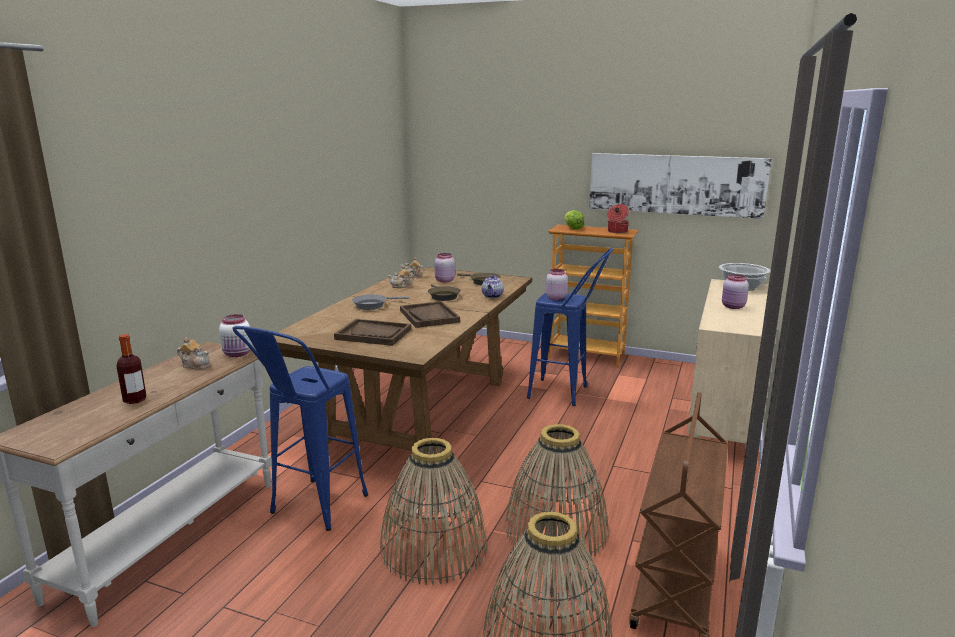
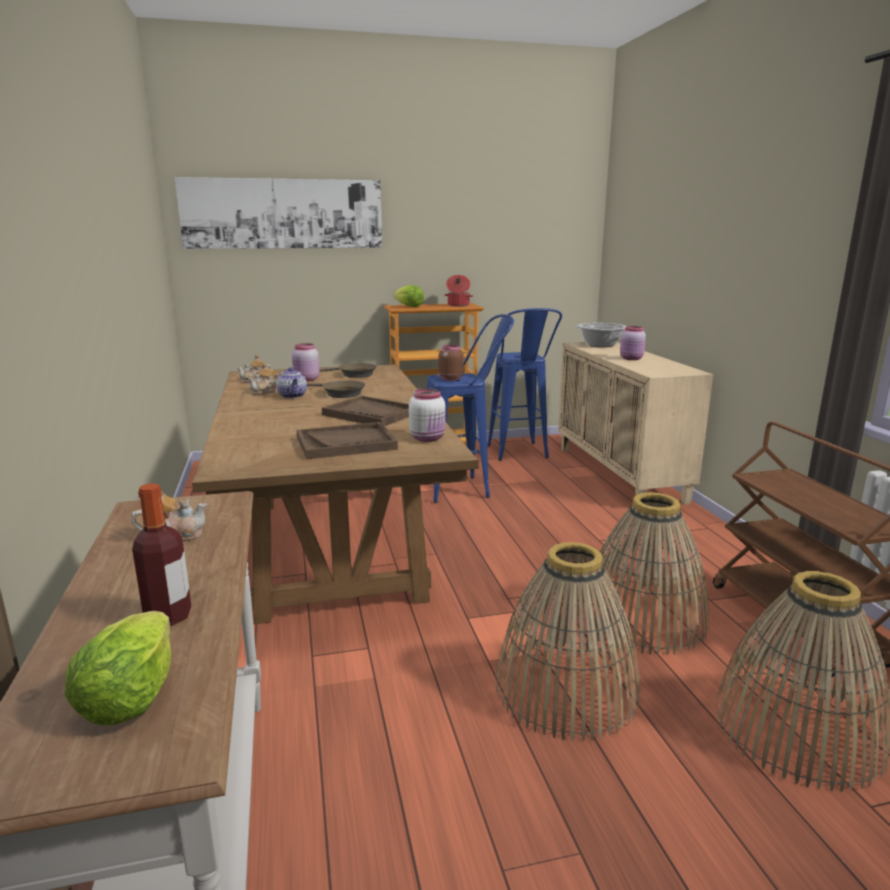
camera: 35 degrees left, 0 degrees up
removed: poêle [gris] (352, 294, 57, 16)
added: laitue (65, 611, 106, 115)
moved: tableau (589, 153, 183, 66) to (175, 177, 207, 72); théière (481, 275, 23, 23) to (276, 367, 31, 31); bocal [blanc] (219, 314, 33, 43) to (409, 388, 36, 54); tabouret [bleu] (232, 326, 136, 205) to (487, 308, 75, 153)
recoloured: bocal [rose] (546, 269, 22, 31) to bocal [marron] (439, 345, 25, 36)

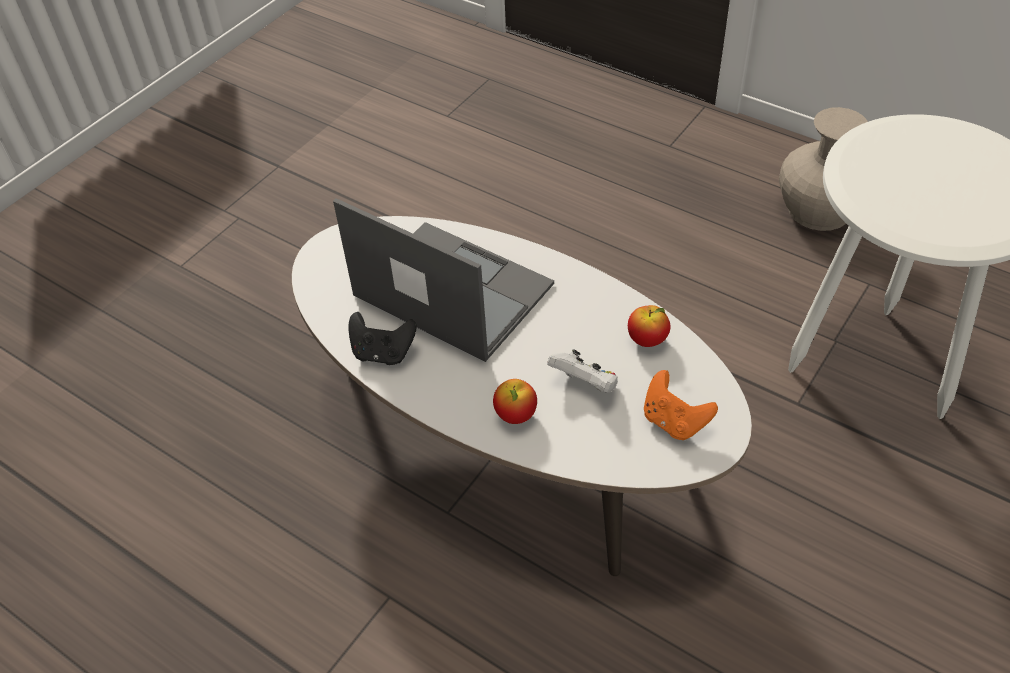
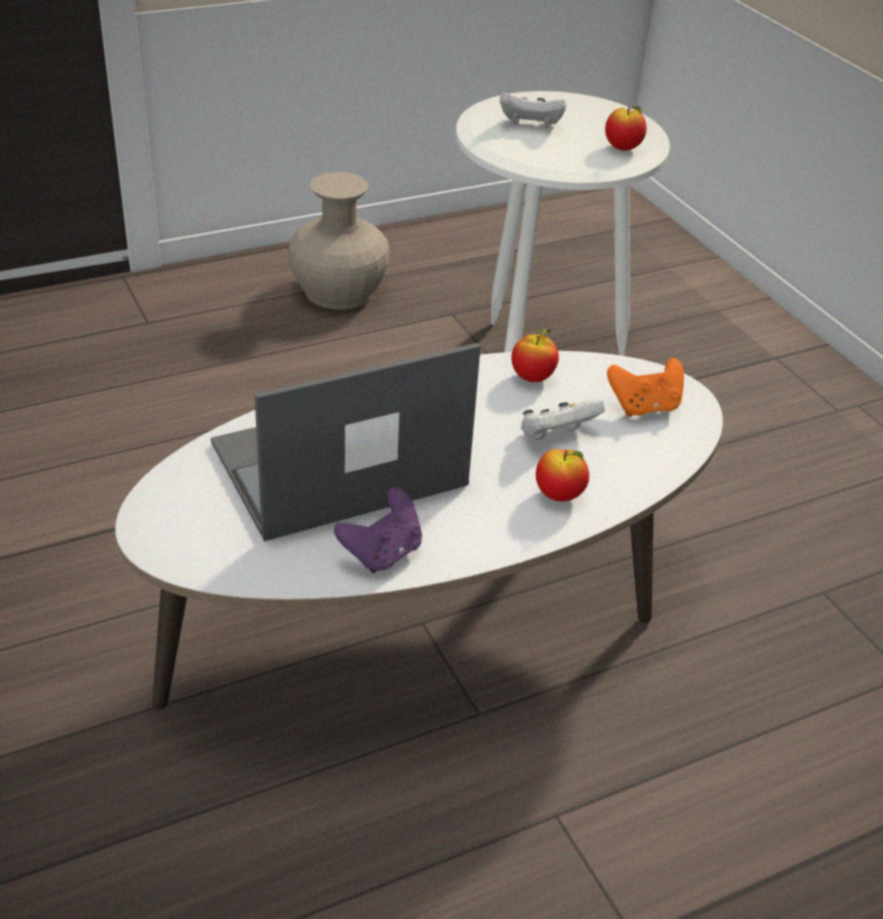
camera: 65 degrees left, 10 degrees down
added: manette [blanc] (500, 93, 66, 34); pomme (605, 106, 42, 44)
recoloured: manette [noir] (348, 312, 69, 53) to manette [violet] (334, 487, 88, 86)

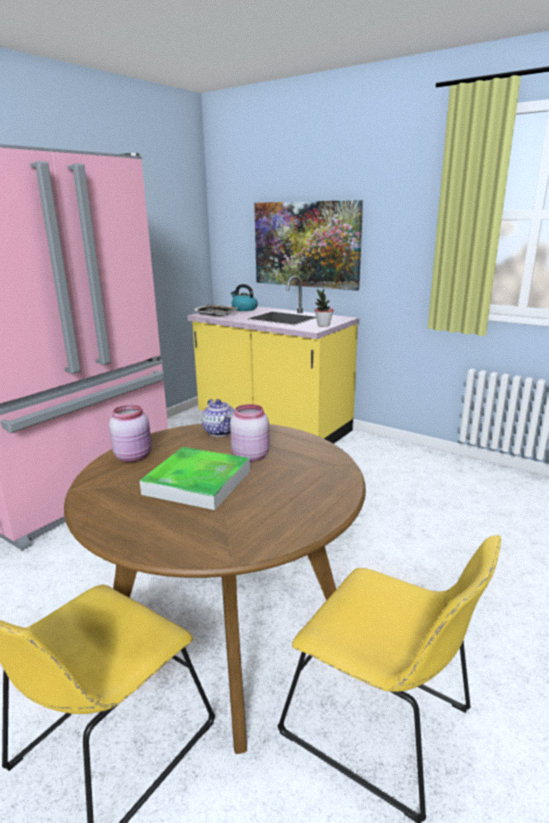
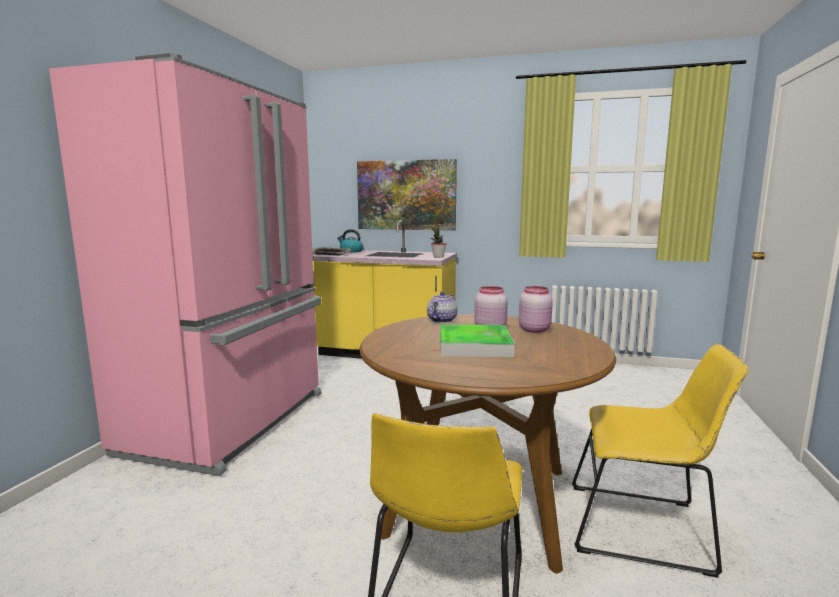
camera: 20 degrees left, 10 degrees down
moved: bocal [rose] (109, 405, 43, 57) to (519, 286, 34, 47)
turned: théière (201, 399, 34, 38) = (427, 291, 30, 32) 105 degrees counterclockwise

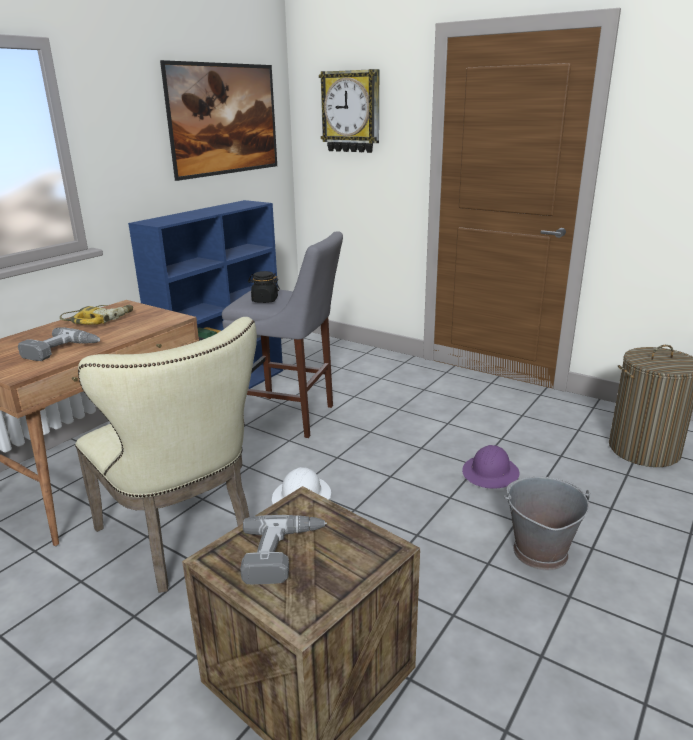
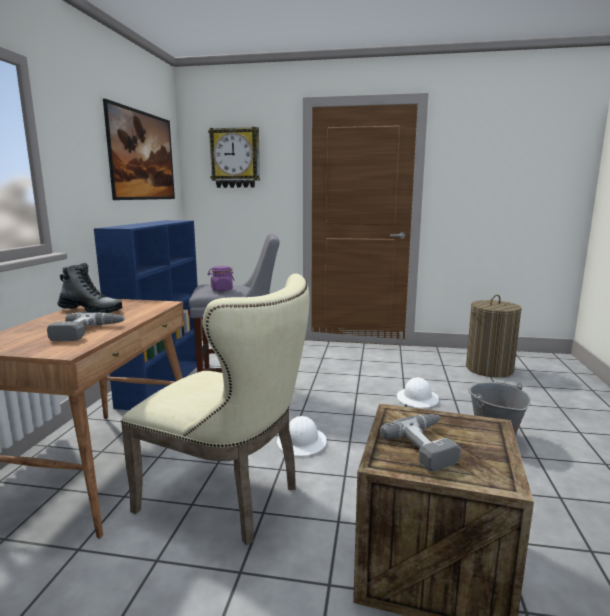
camera: 25 degrees left, 10 degrees down
replaced: perceuse (60, 305, 73, 20) to botte (58, 263, 65, 50)
recoloured: bocal [noir] (248, 271, 32, 32) to bocal [violet] (208, 266, 26, 25); casque de chantier [violet] (462, 445, 58, 44) to casque de chantier [blanc] (397, 377, 42, 31)

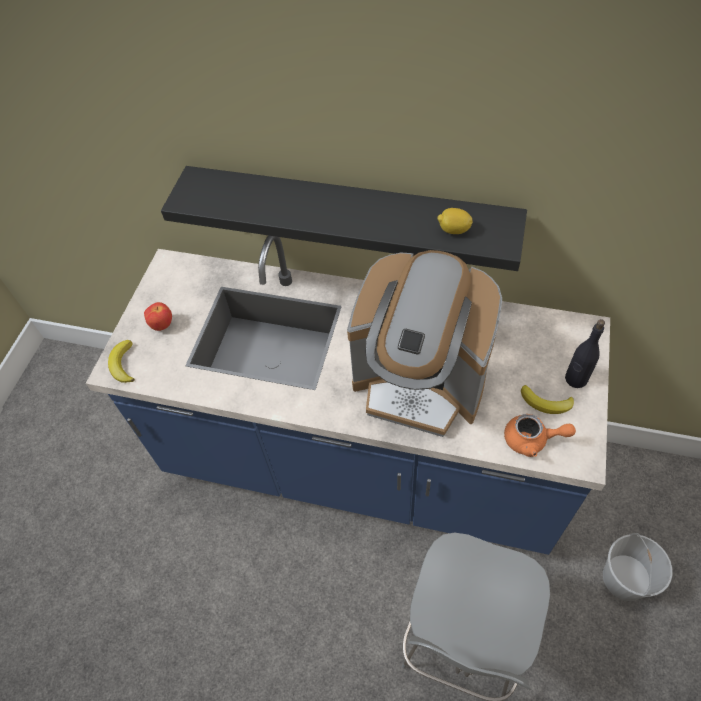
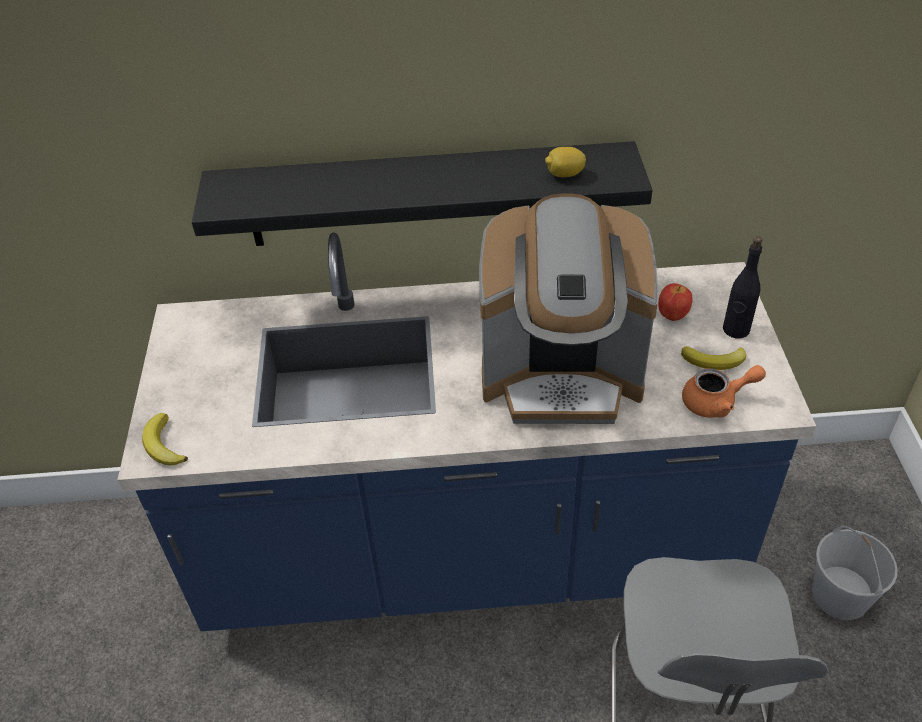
camera: 20 degrees left, 10 degrees down
moved: pomme (144, 302, 28, 29) to (658, 283, 35, 38)

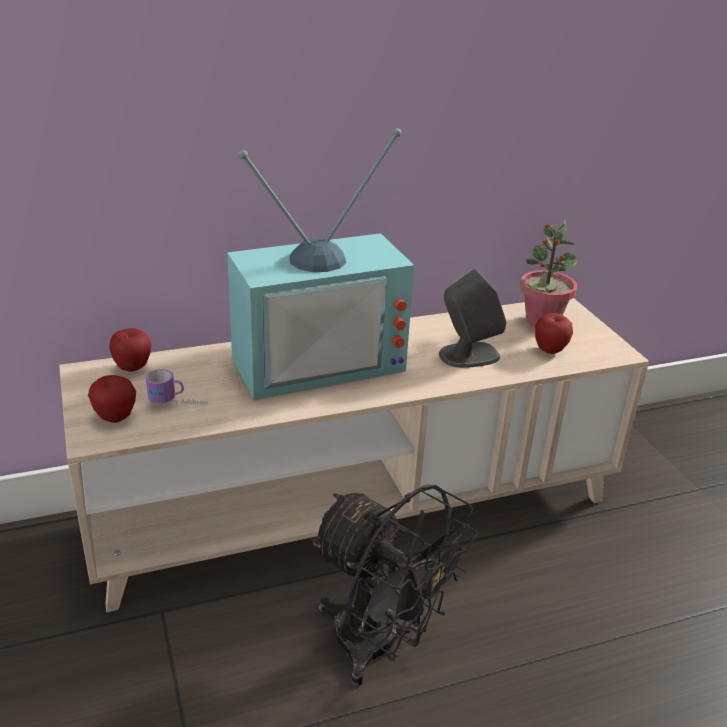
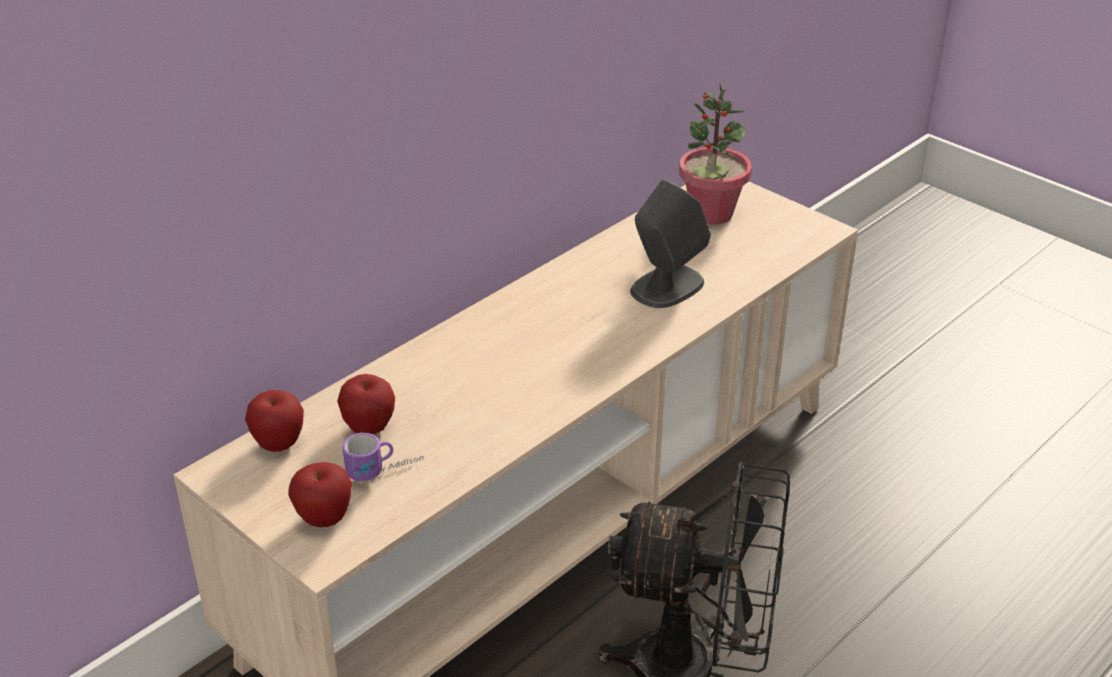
camera: 25 degrees left, 5 degrees up
removed: téléviseur (227, 128, 187, 272)
moved: pomme (535, 313, 38, 41) to (337, 374, 58, 60)

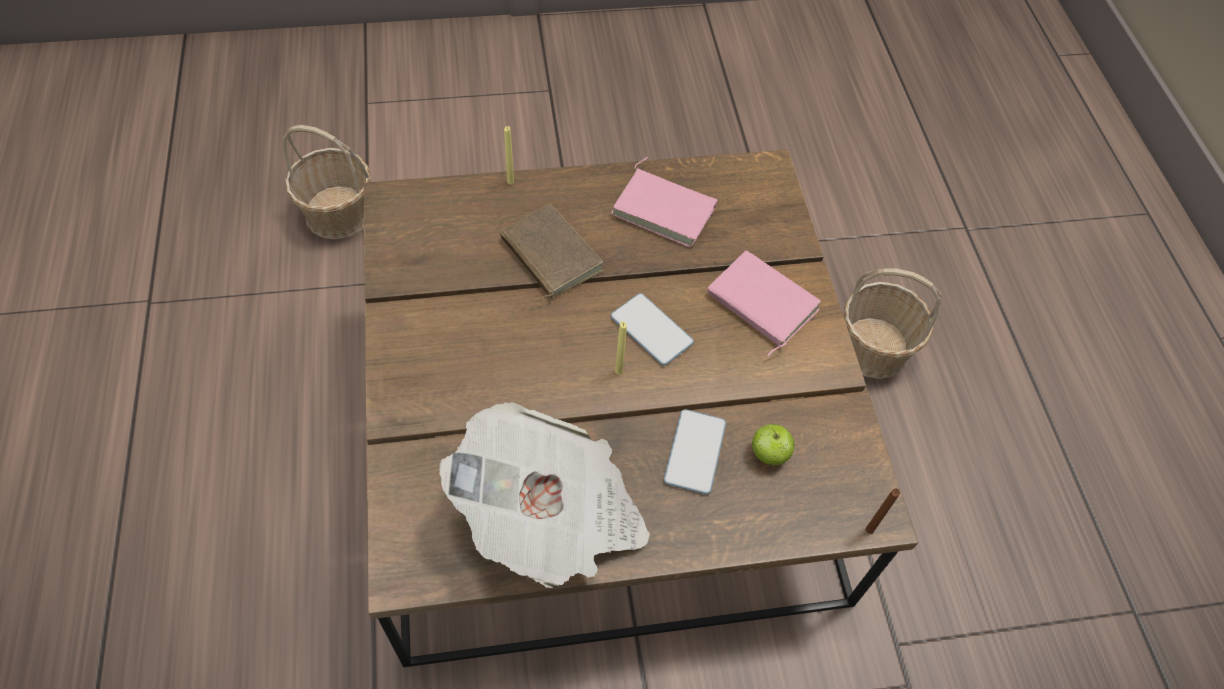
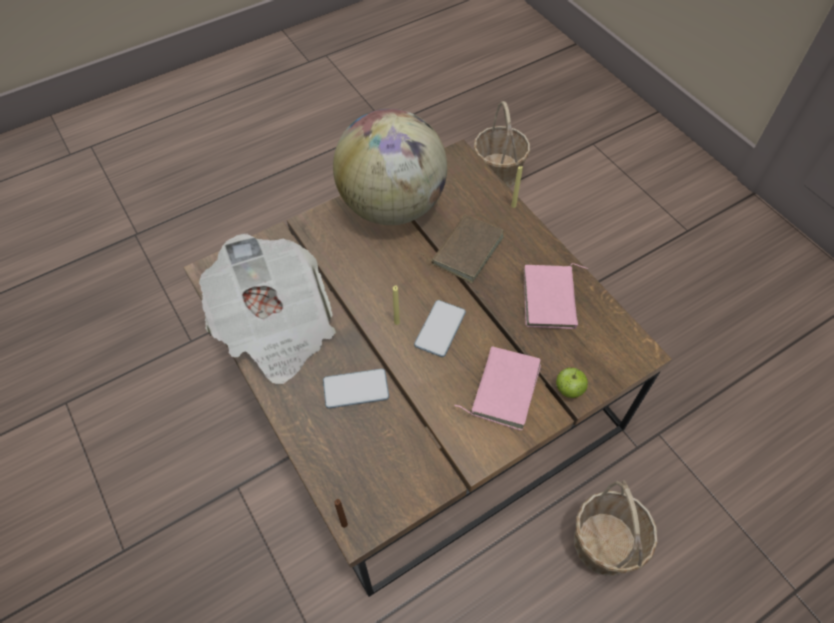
camera: 70 degrees right, 0 degrees up
added: globe (333, 109, 114, 116)
moved: pomme (752, 424, 43, 41) to (556, 367, 32, 31)

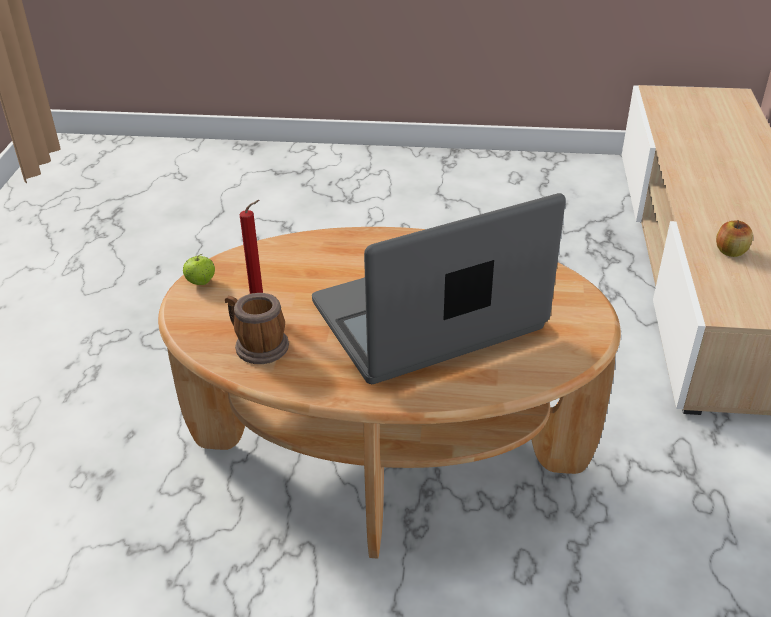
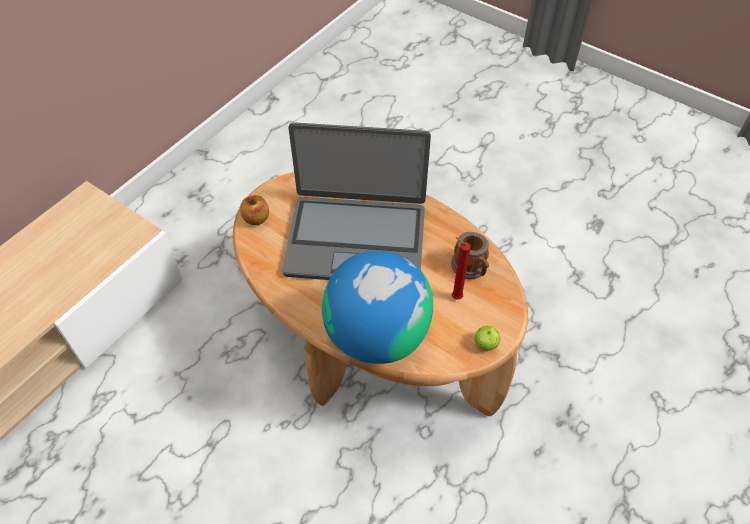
camera: 150 degrees left, 15 degrees up
added: globe (322, 251, 111, 113)
moved: pomme (716, 220, 37, 37) to (240, 195, 29, 30)

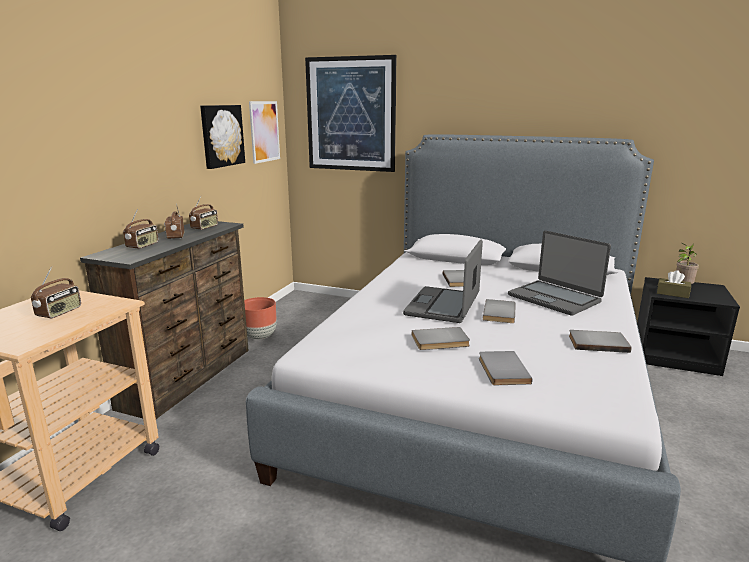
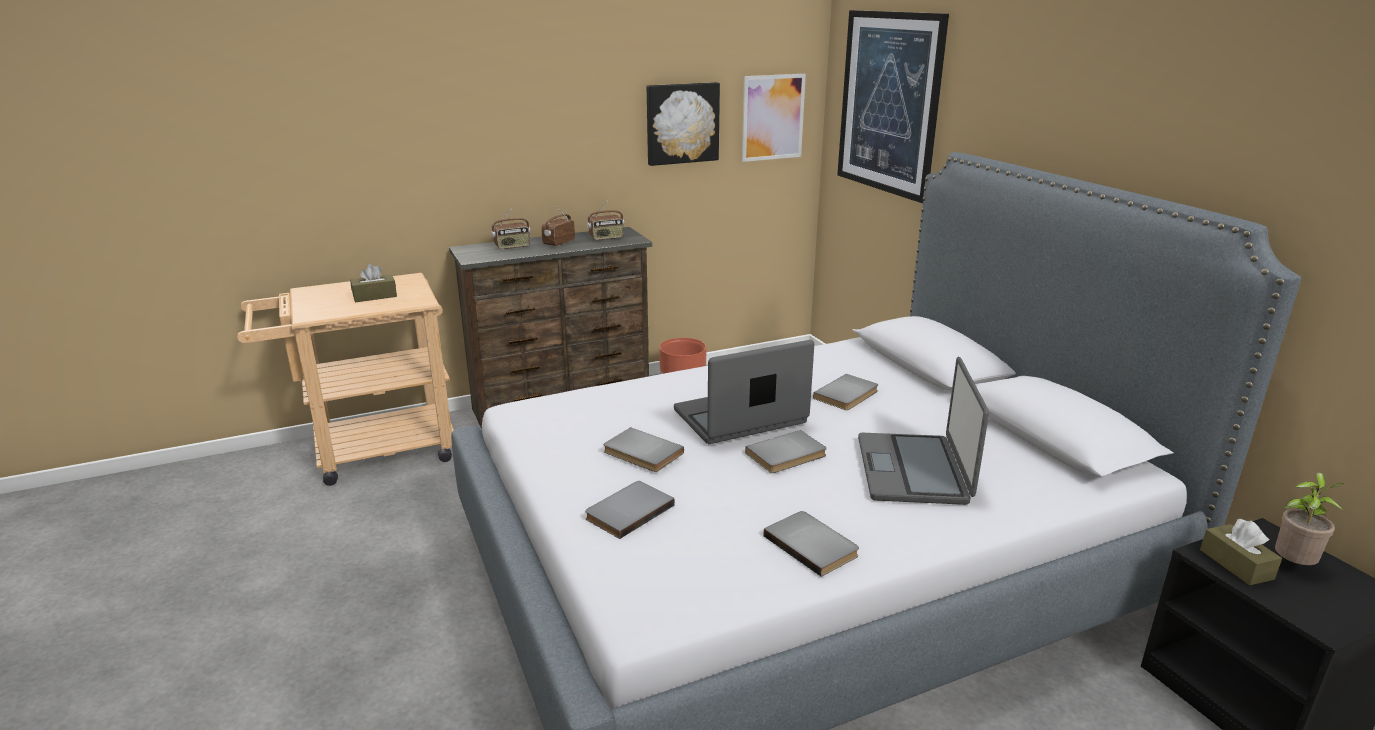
camera: 45 degrees right, 5 degrees up
replaced: radio (31, 266, 50, 52) to boîte à mouchoirs [marron] (350, 264, 47, 38)

